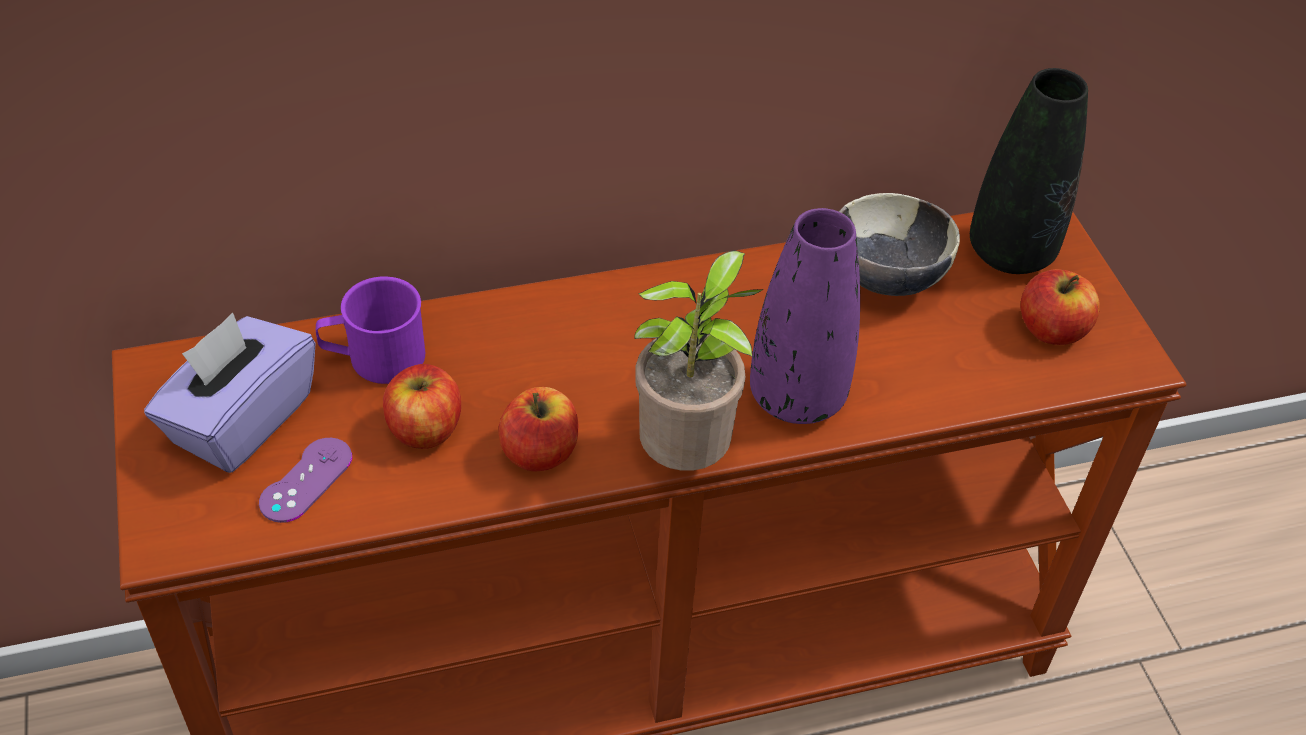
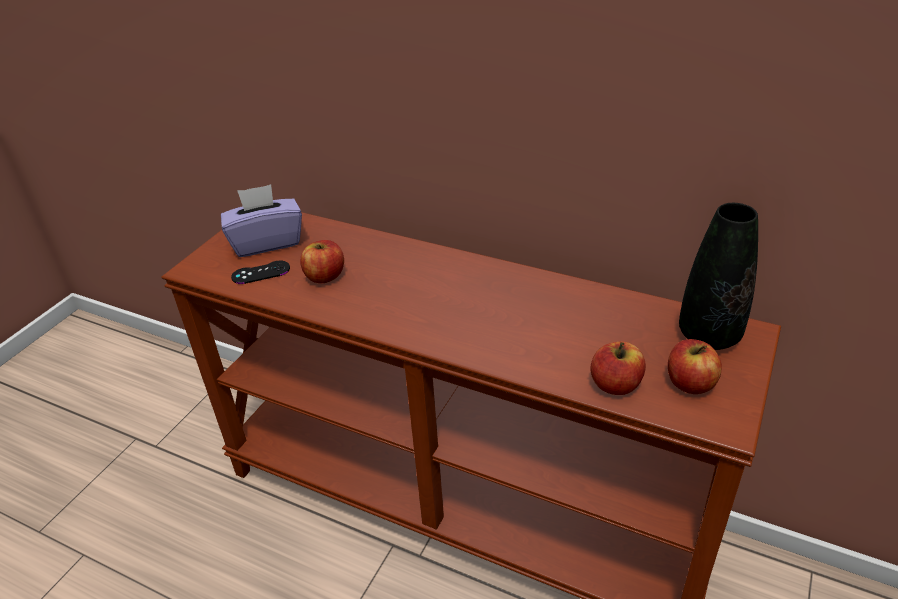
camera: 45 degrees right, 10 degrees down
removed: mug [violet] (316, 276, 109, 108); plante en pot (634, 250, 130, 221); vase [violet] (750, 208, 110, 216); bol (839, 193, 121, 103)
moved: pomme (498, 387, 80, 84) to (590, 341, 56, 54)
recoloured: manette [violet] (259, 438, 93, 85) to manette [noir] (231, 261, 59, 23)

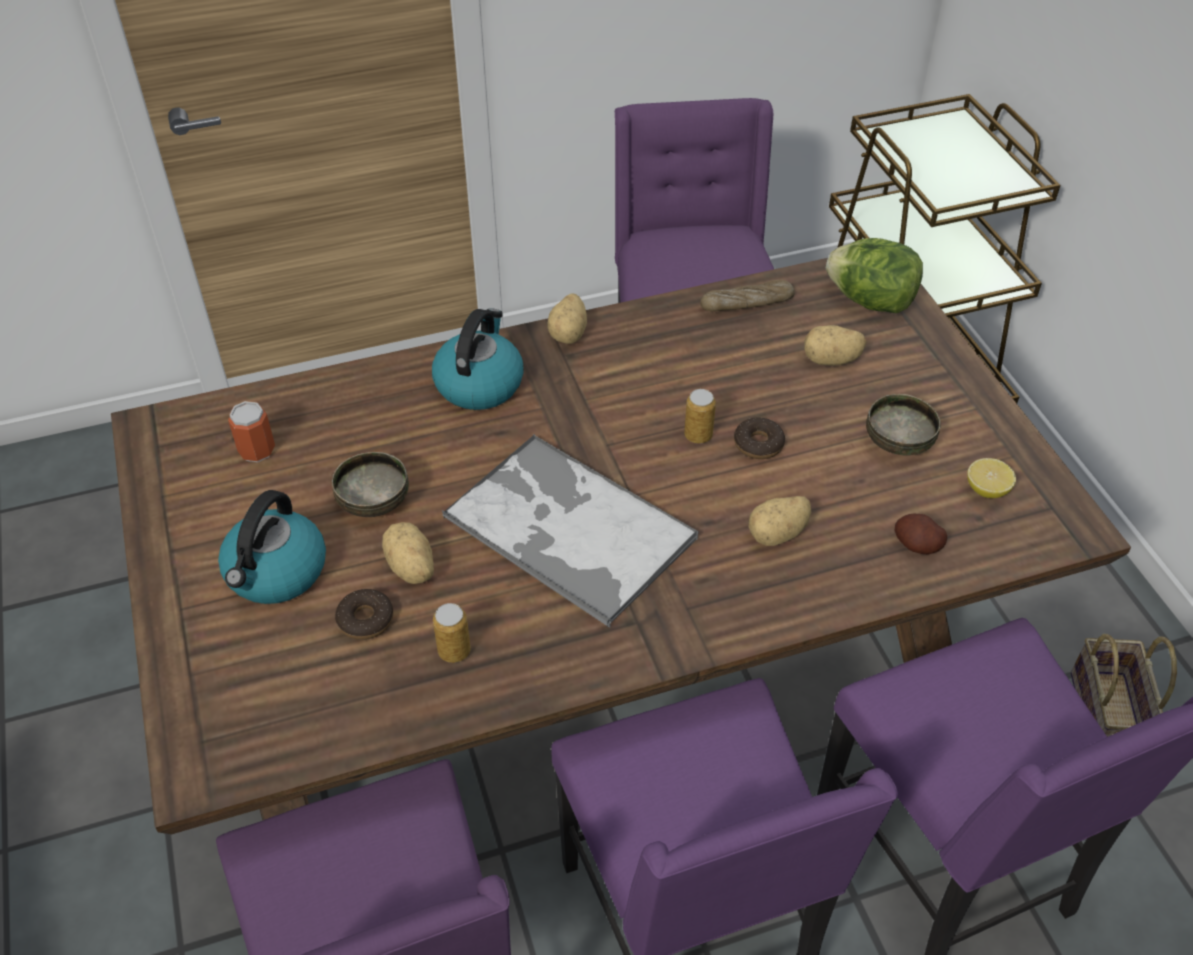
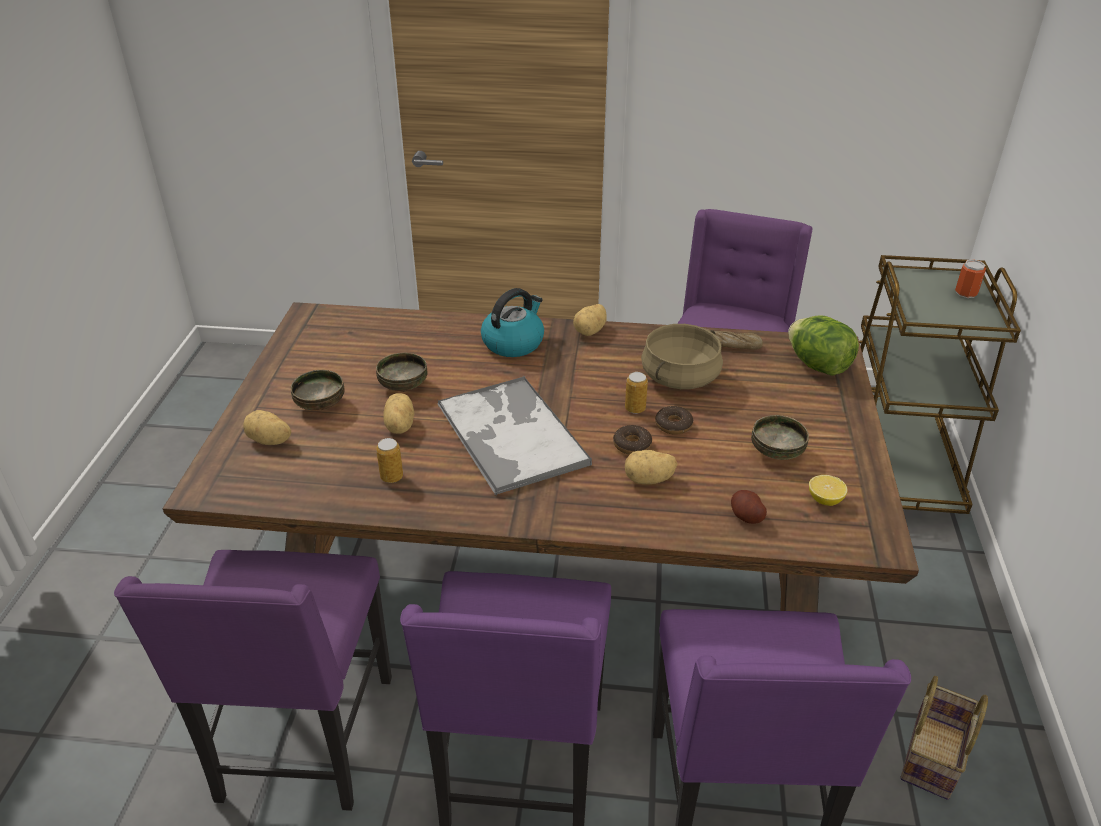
camera: 25 degrees right, 10 degrees down
added: marmite [beige] (641, 324, 82, 65)
moved: pomme de terre (804, 325, 62, 41) to (244, 410, 47, 35); beignet (335, 589, 58, 51) to (613, 425, 39, 30); boîte métallique (228, 401, 47, 61) to (955, 259, 31, 39)
replaced: bouilloire (218, 490, 108, 114) to bol (291, 370, 54, 41)

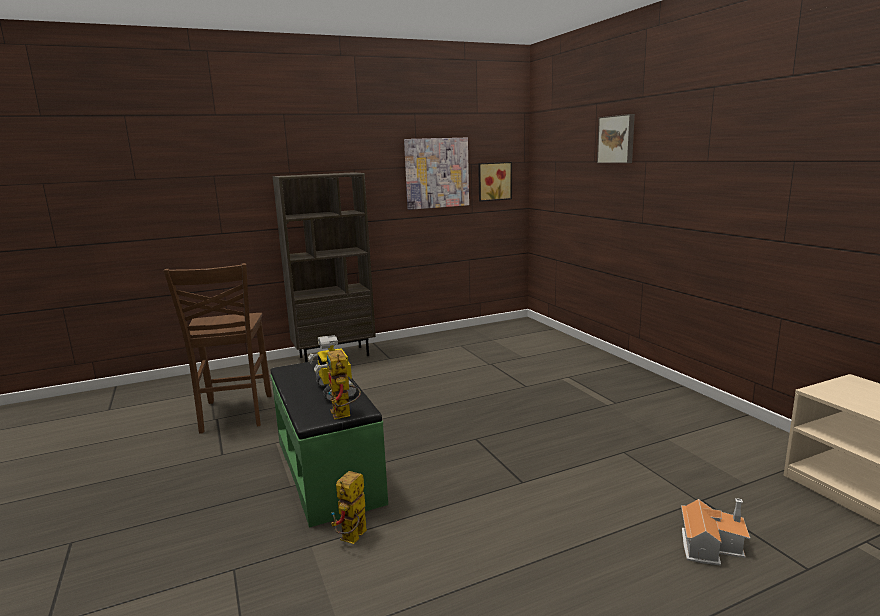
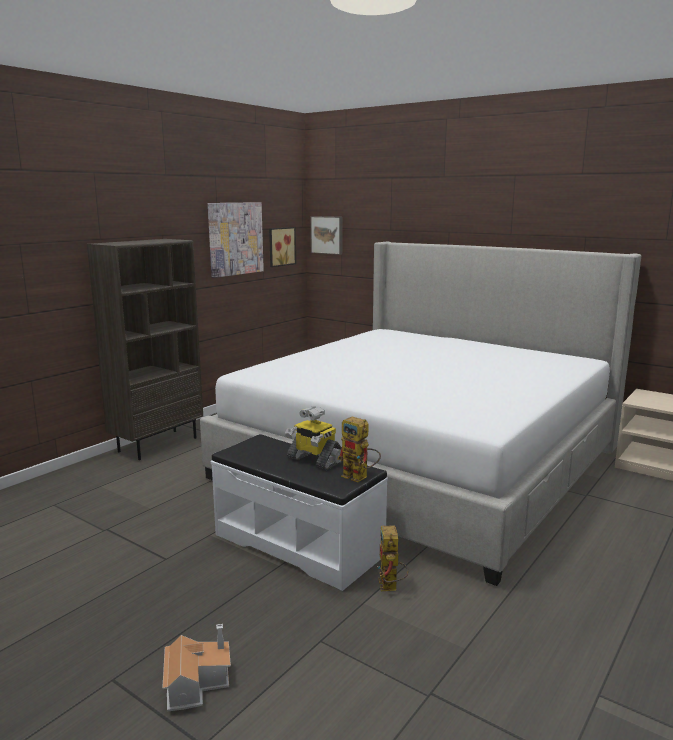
camera: 30 degrees left, 0 degrees up
removed: chaise [marron] (164, 263, 108, 171)
added: lit (200, 242, 441, 344)
moved: maison miniature (681, 498, 69, 68) to (162, 624, 69, 87); tableau (597, 114, 38, 49) to (311, 216, 31, 39)
recoloured: banc [vert] (270, 360, 118, 168) to banc [blanc] (211, 434, 177, 157)

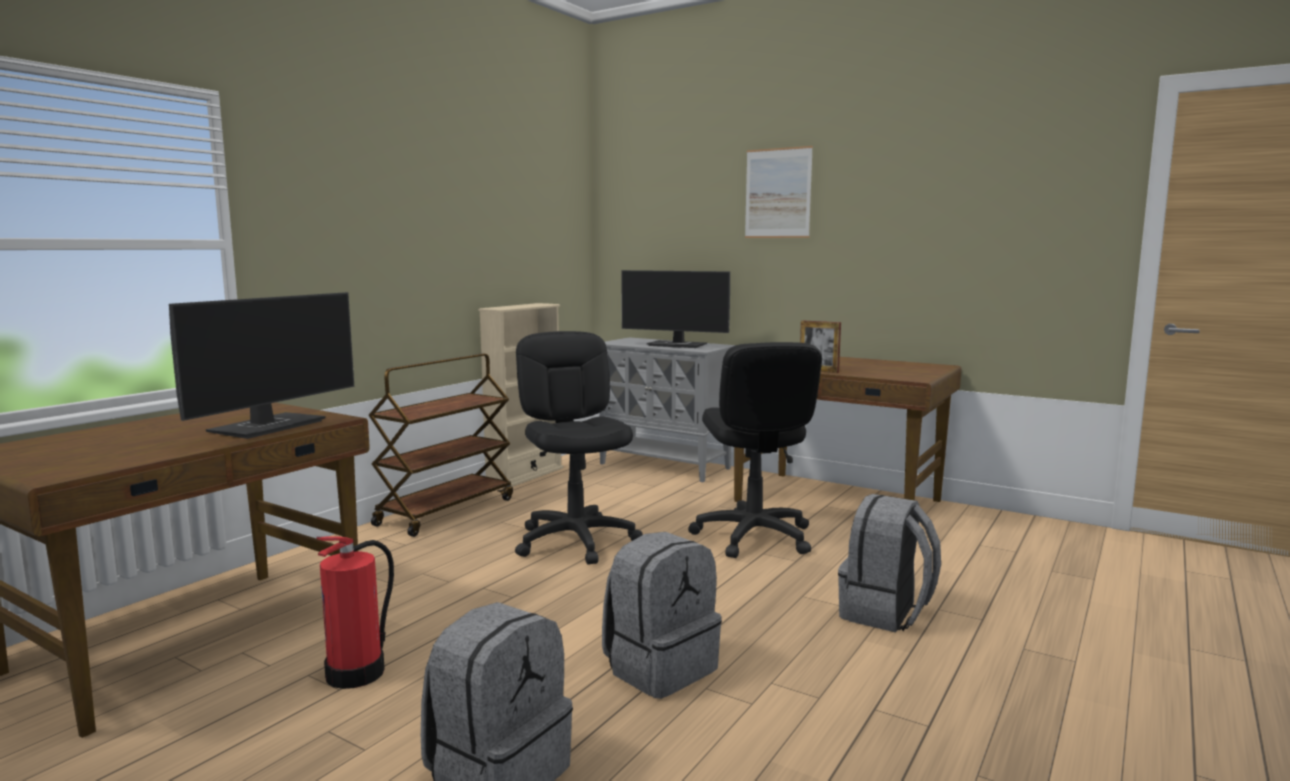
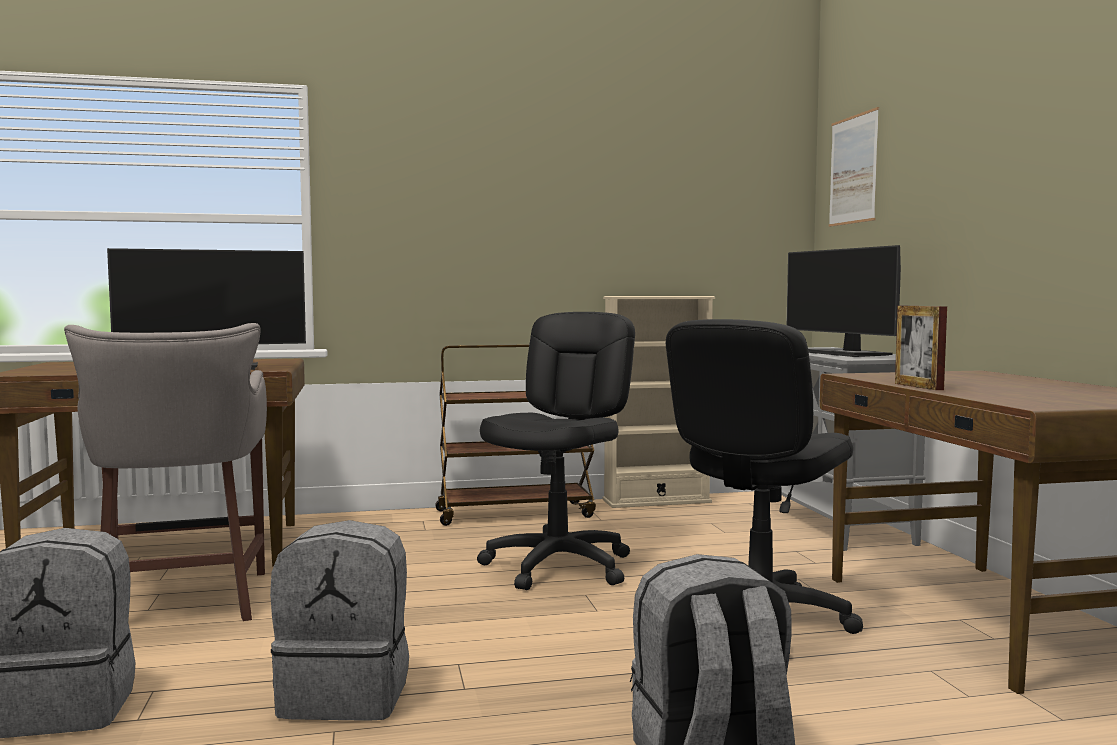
camera: 45 degrees right, 5 degrees down
moved: tableau (745, 146, 68, 92) to (829, 107, 50, 120)
replaced: extincteur (317, 536, 77, 153) to tabouret [gris] (64, 323, 203, 298)

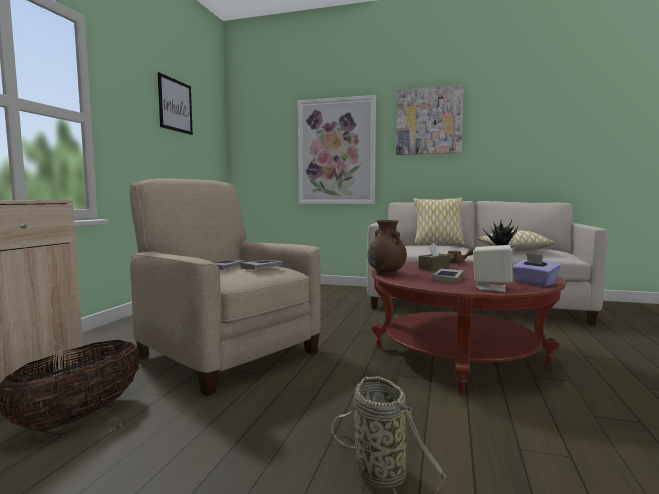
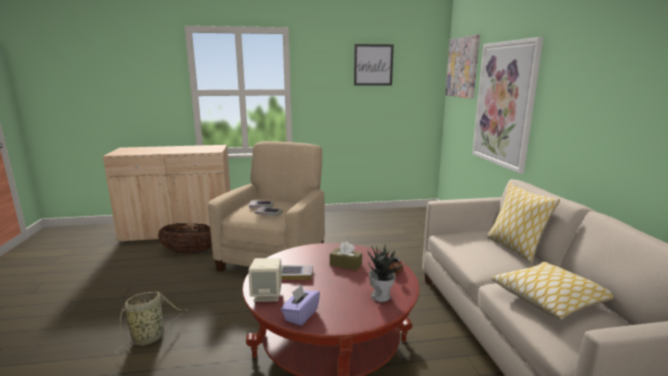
camera: 65 degrees right, 10 degrees up
removed: vase [marron] (368, 220, 39, 56)
moved: tableau (396, 85, 68, 70) to (445, 35, 35, 64)

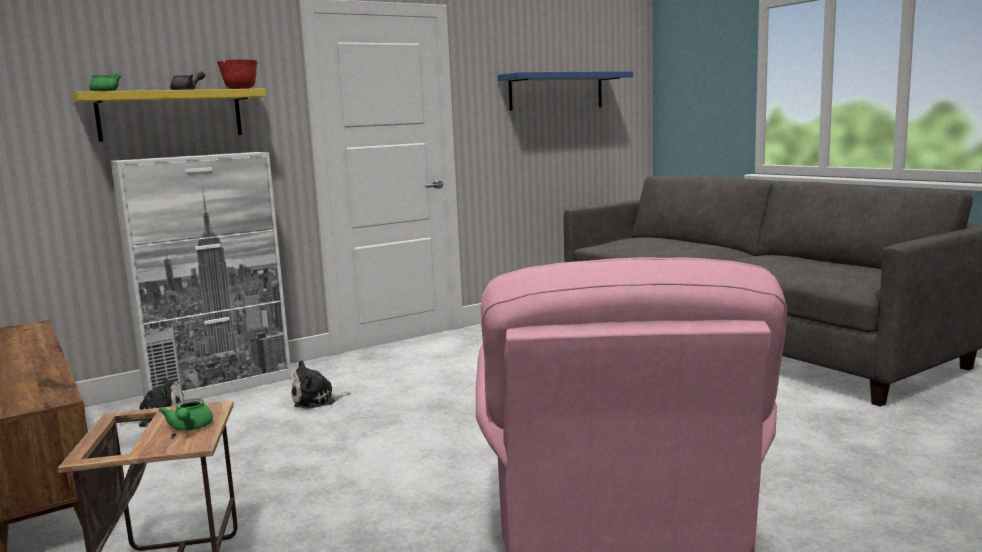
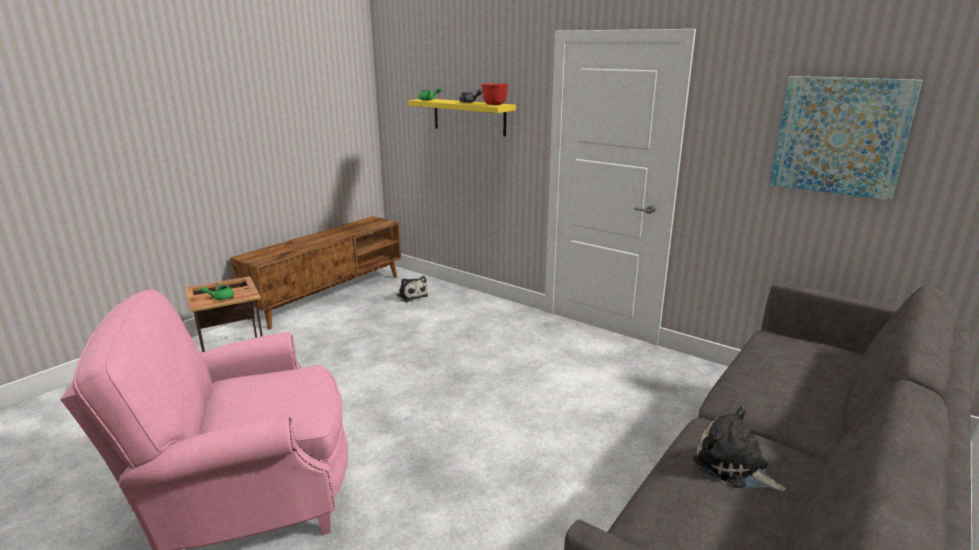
camera: 70 degrees right, 10 degrees up
removed: meuble de rangement [blanc] (110, 152, 182, 248)
moved: peluche (291, 360, 59, 49) to (693, 407, 93, 84)
replaced: étagère [bleu] (497, 71, 136, 40) to tableau (770, 76, 152, 124)

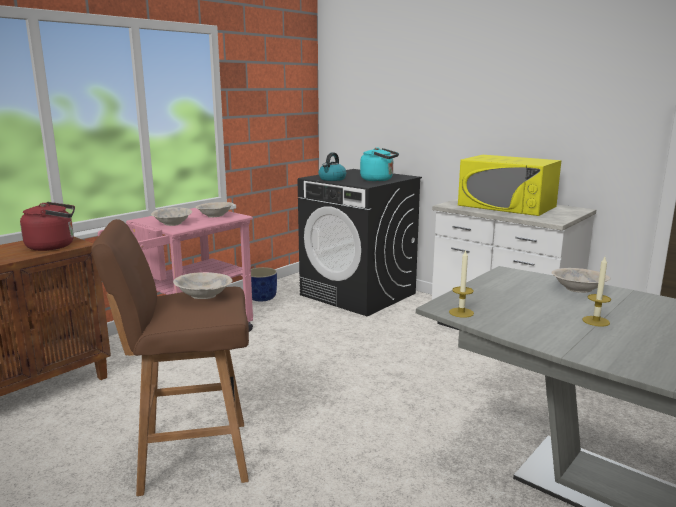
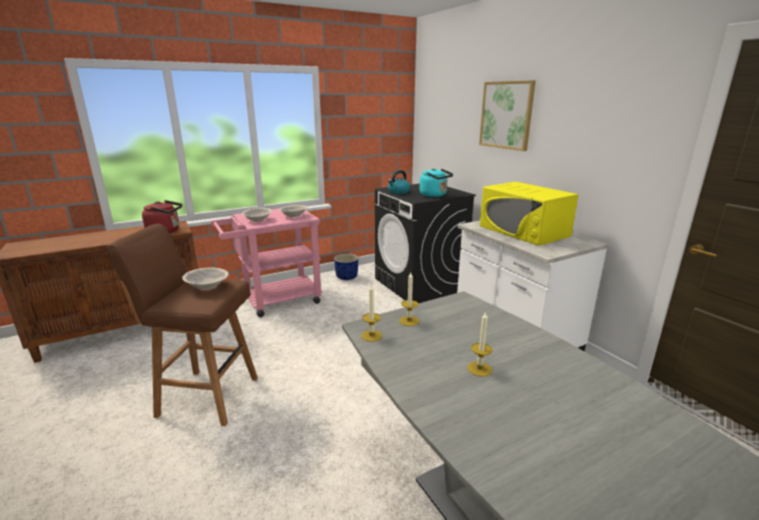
camera: 20 degrees right, 5 degrees up
removed: bol [beige] (551, 268, 60, 25)
added: bougie (399, 272, 20, 54); tableau (479, 80, 57, 71)

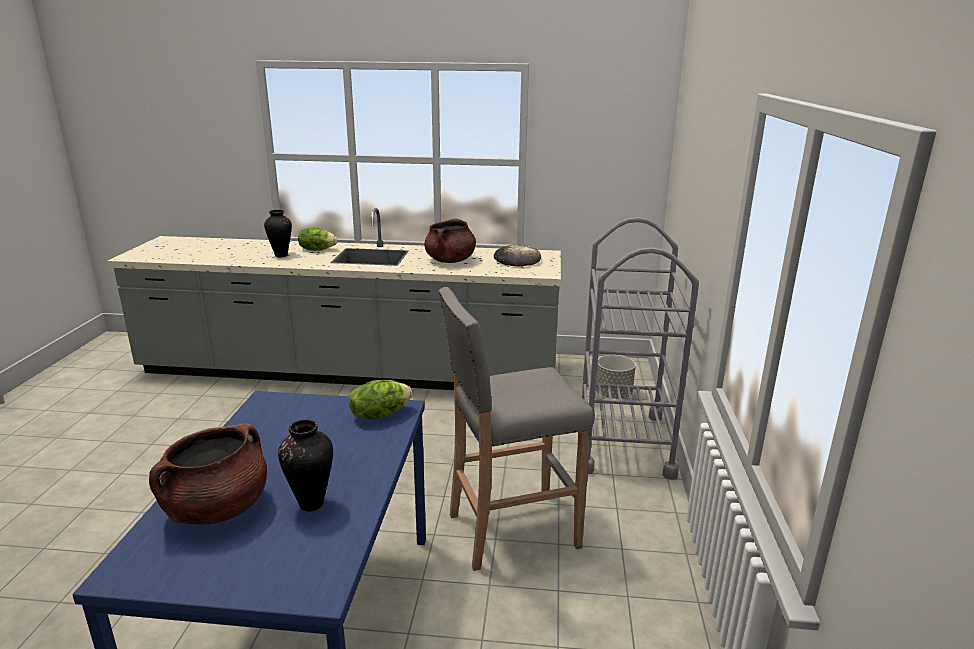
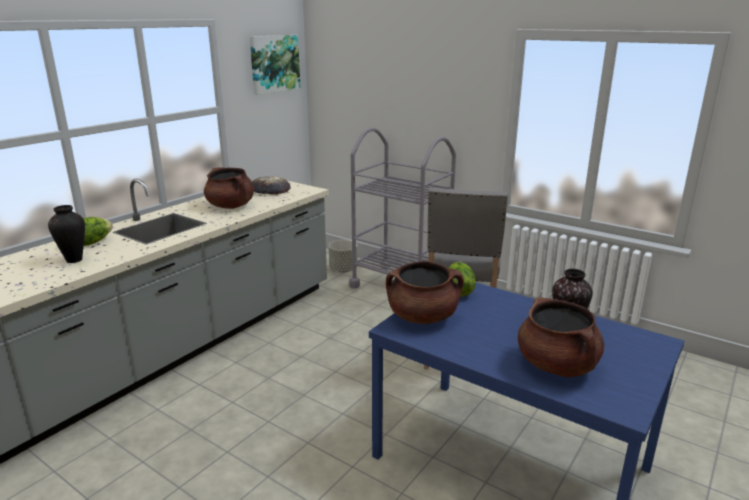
camera: 60 degrees left, 0 degrees up
added: tableau (250, 35, 51, 60); marmite [marron] (386, 261, 78, 63)

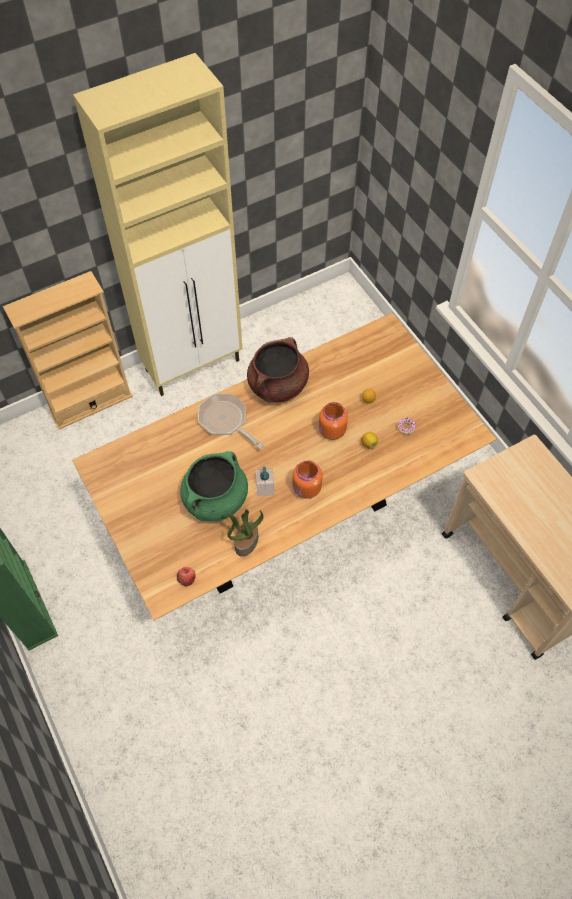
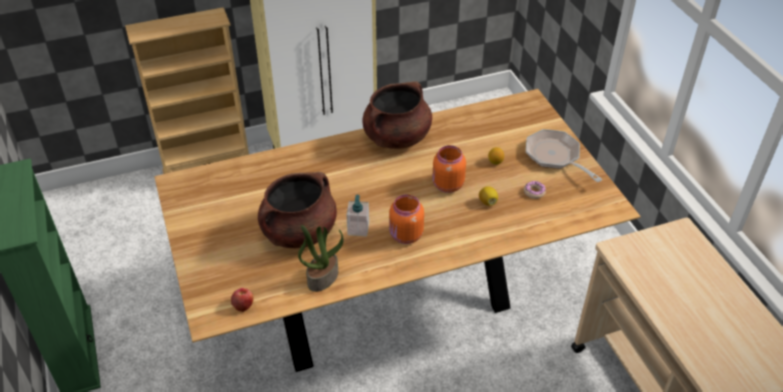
camera: 10 degrees right, 15 degrees down
moved: poêle (198, 394, 66, 55) to (526, 129, 76, 53)
recoloured: marmite [vert] (180, 451, 68, 70) to marmite [marron] (258, 172, 79, 76)

